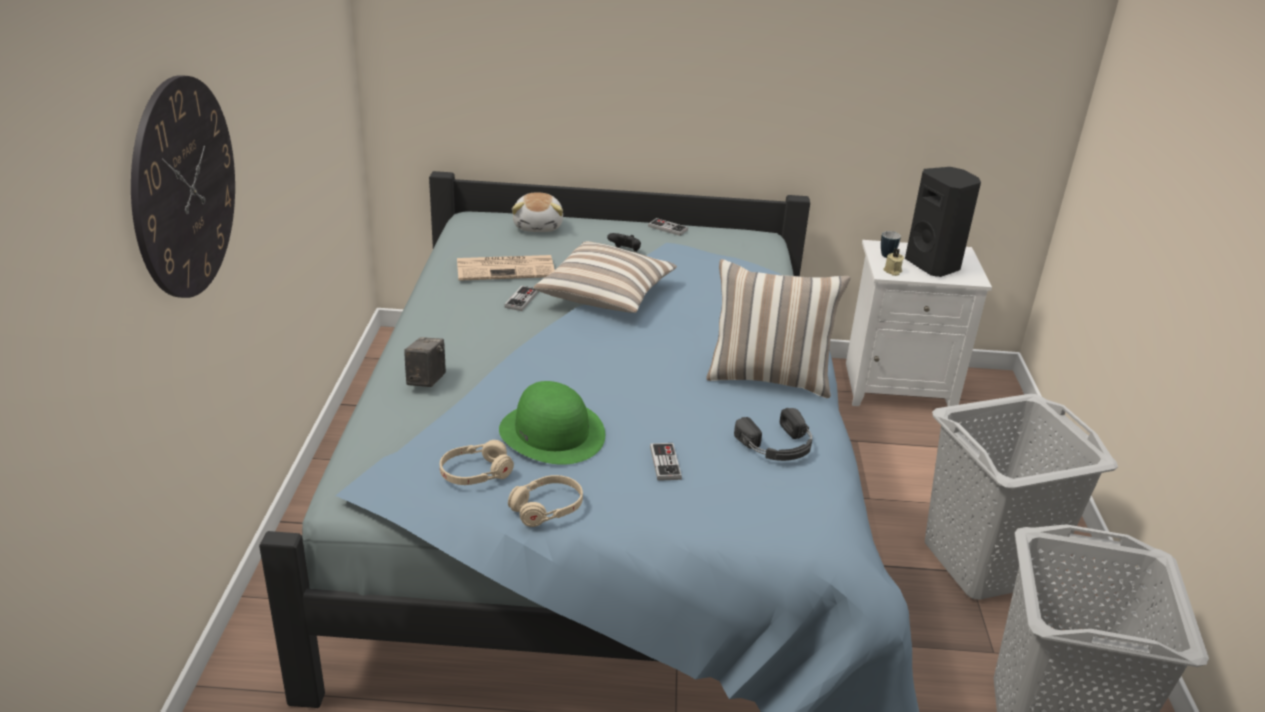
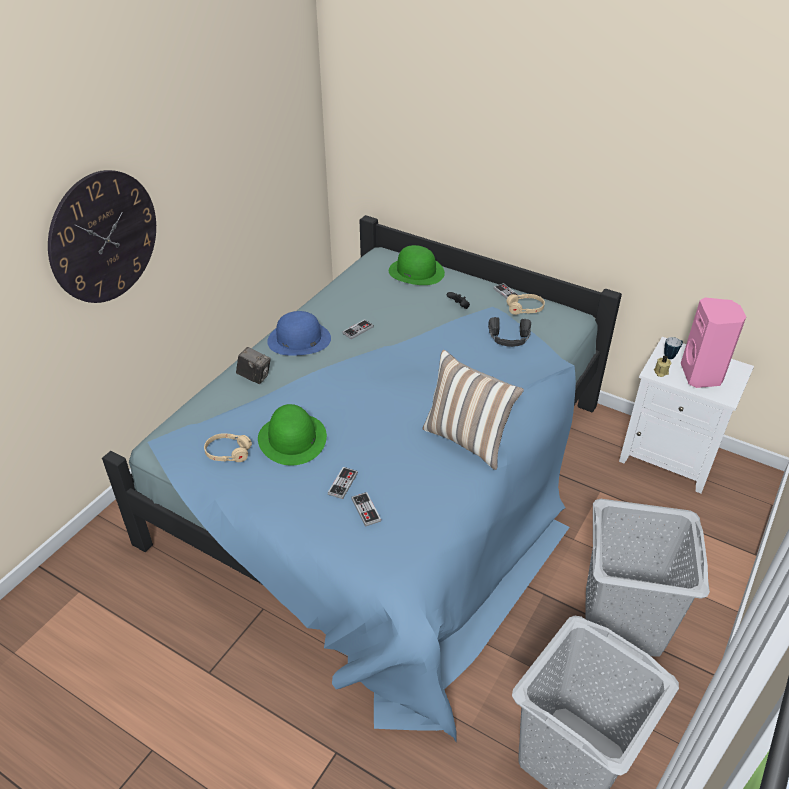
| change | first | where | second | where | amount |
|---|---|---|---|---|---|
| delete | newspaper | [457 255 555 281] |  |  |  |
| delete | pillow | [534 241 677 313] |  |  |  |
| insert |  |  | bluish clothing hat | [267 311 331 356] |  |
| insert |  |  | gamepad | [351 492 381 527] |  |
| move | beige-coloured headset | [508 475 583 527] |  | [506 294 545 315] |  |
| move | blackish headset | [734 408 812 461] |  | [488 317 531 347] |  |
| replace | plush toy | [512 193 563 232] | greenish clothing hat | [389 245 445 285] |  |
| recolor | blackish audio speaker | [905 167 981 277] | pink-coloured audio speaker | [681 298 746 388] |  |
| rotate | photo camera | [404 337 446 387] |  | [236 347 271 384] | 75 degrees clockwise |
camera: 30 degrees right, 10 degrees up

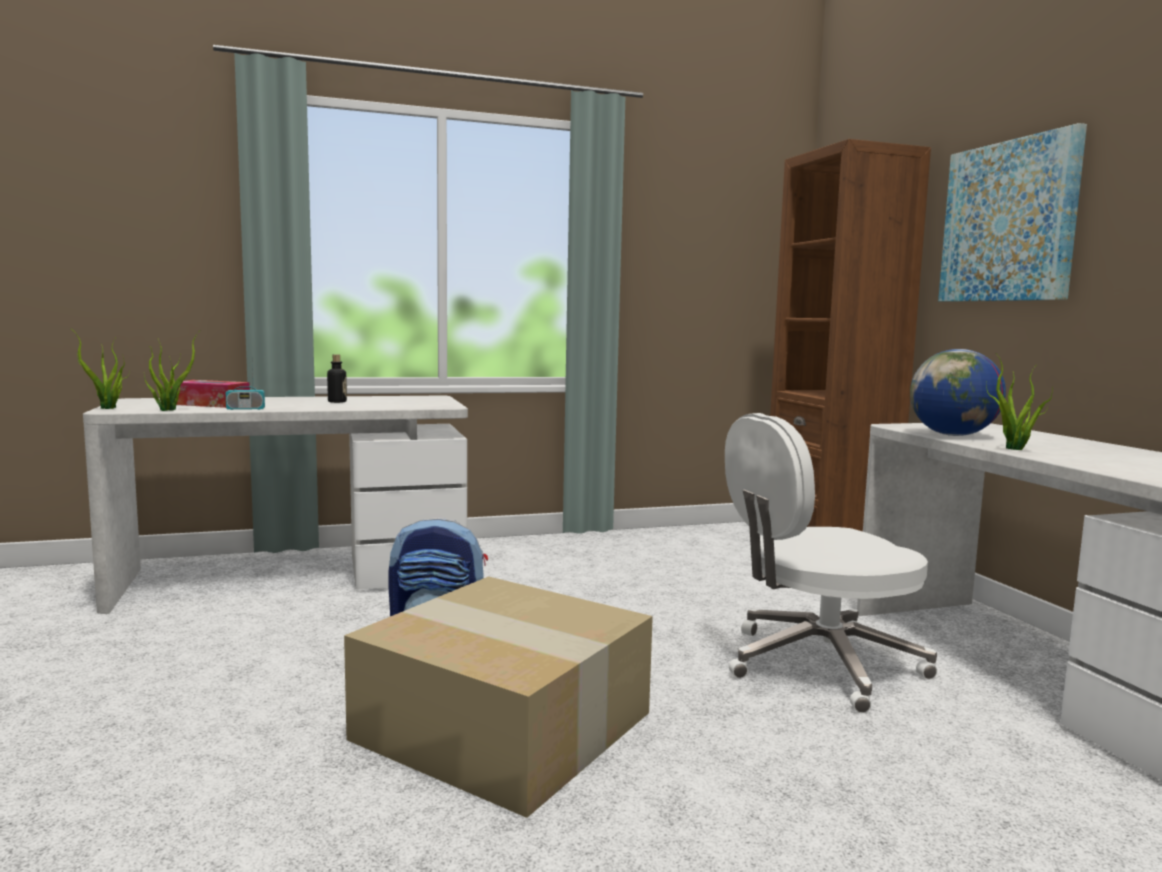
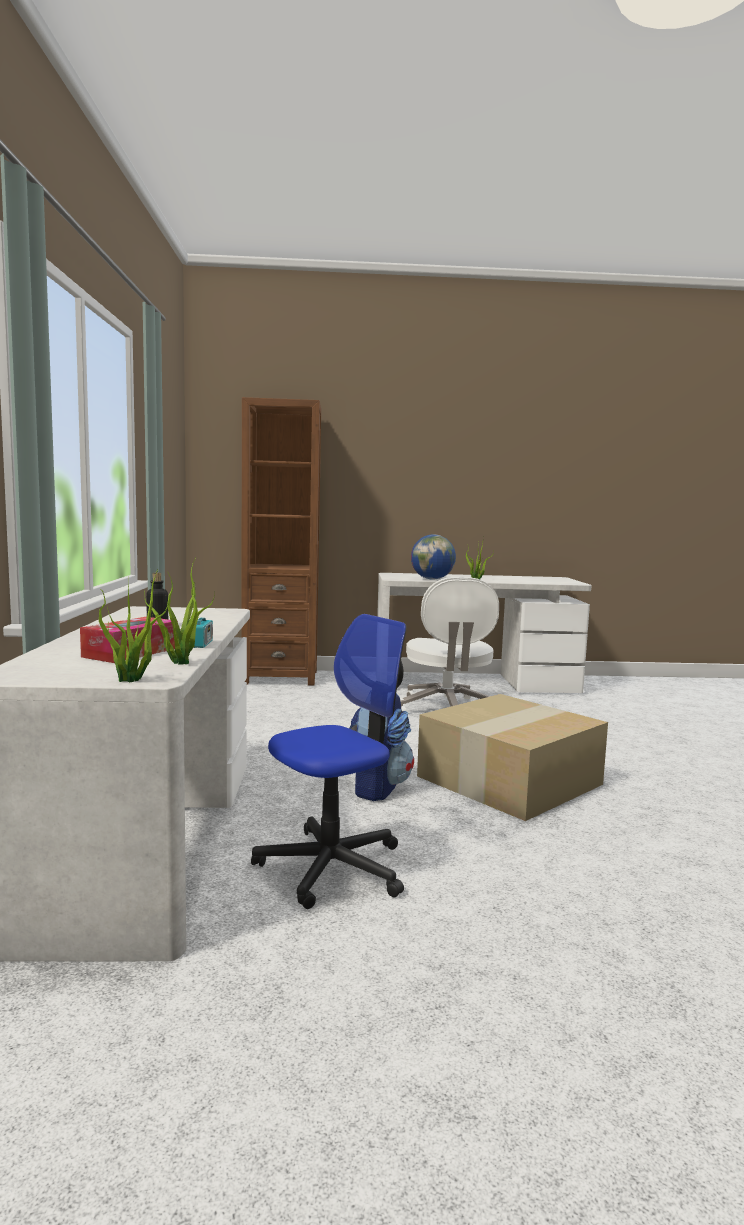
| change | first | where | second | where | amount |
|---|---|---|---|---|---|
| delete | wall art | [938 123 1087 302] |  |  |  |
| insert |  |  | computer chair | [251 614 406 909] |  |
camera: 75 degrees left, 0 degrees up

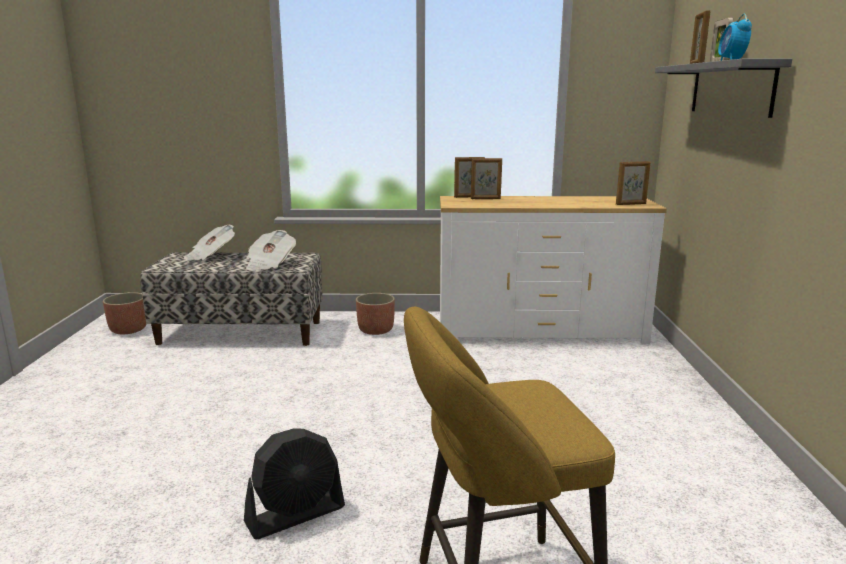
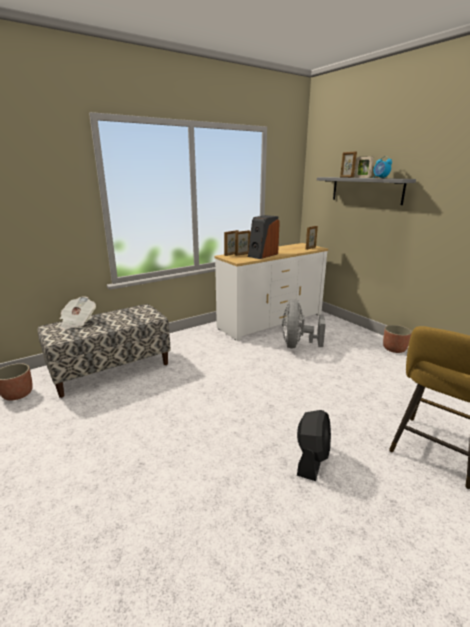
| change | first | where | second | where | amount |
|---|---|---|---|---|---|
| delete | newspaper | [246 230 296 271] |  |  |  |
| insert |  |  | audio speaker | [248 215 280 259] |  |
| insert |  |  | gray fan | [282 299 326 348] |  |
| move | flower pot | [356 293 395 335] |  | [383 325 412 353] |  |
camera: 35 degrees left, 5 degrees up

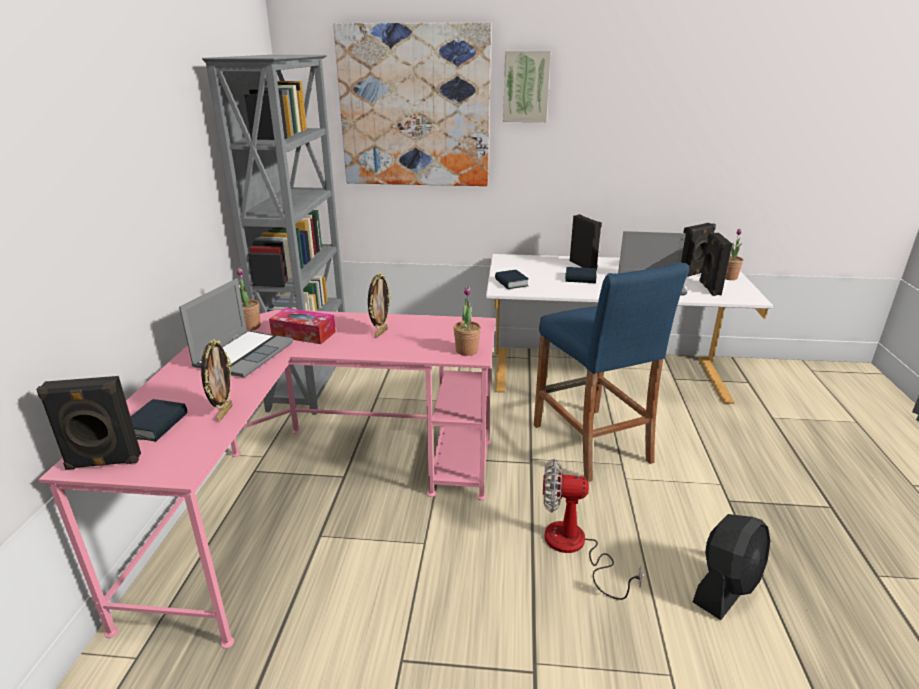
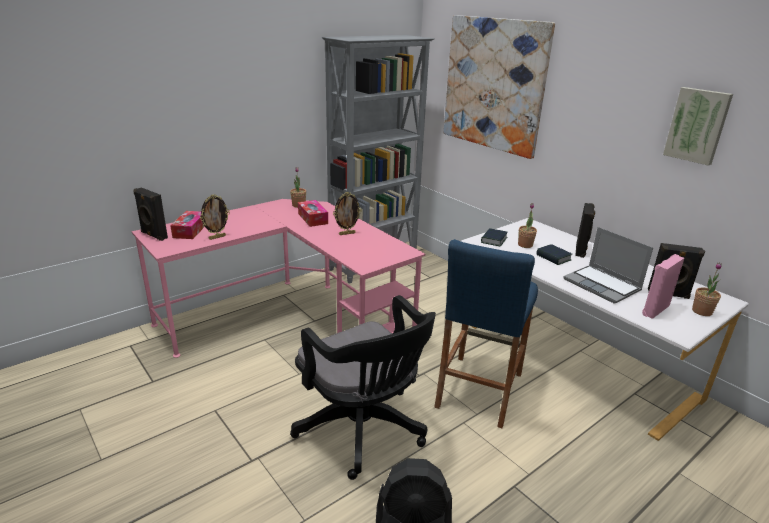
| change | first | where | second | where | amount |
|---|---|---|---|---|---|
| delete | notebook computer | [179 278 293 378] |  |  |  |
| move | potted plant | [454 287 481 356] |  | [518 203 537 248] |  |
| move | wall art | [503 51 551 122] |  | [663 87 733 166] |  |
| replace | volume | [131 399 187 442] | tissue box | [170 211 205 239] |  |
| replace | fan | [543 459 643 600] | blackish computer chair | [290 295 436 480] |  |
| recolor | blackish audio speaker | [699 232 732 296] | pink-coloured audio speaker | [642 254 684 319] |  |
camera: 45 degrees right, 0 degrees up

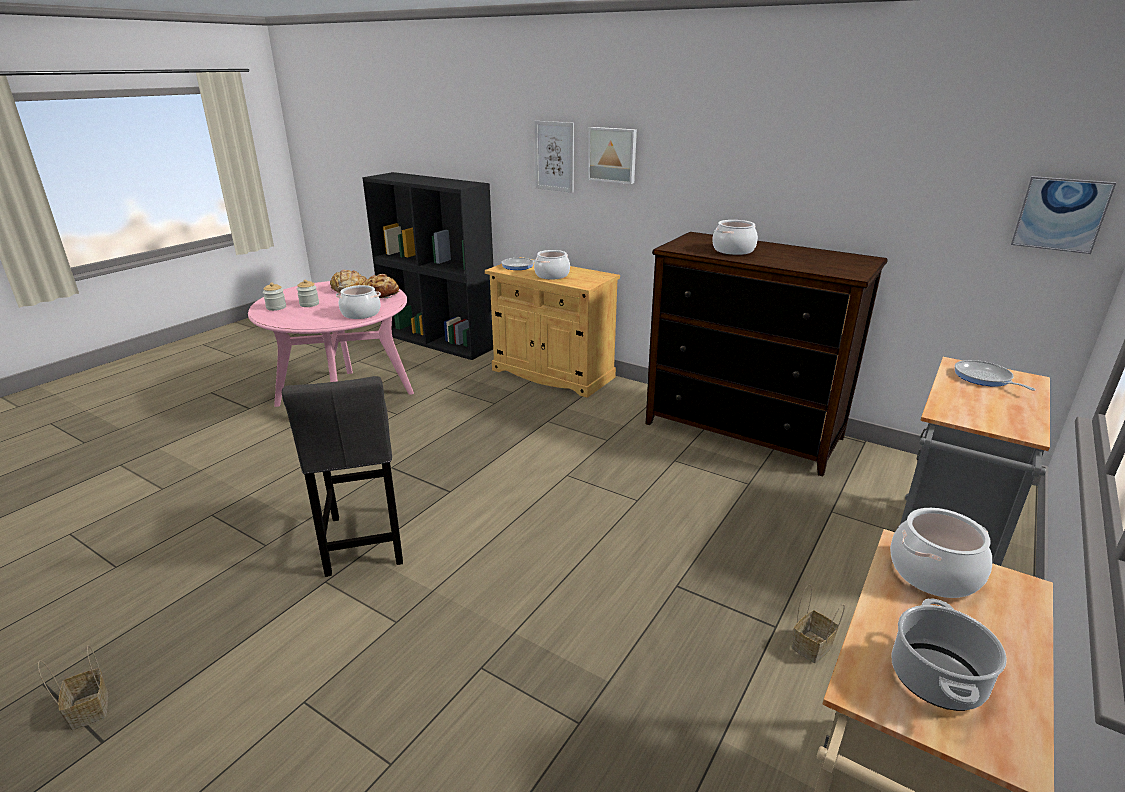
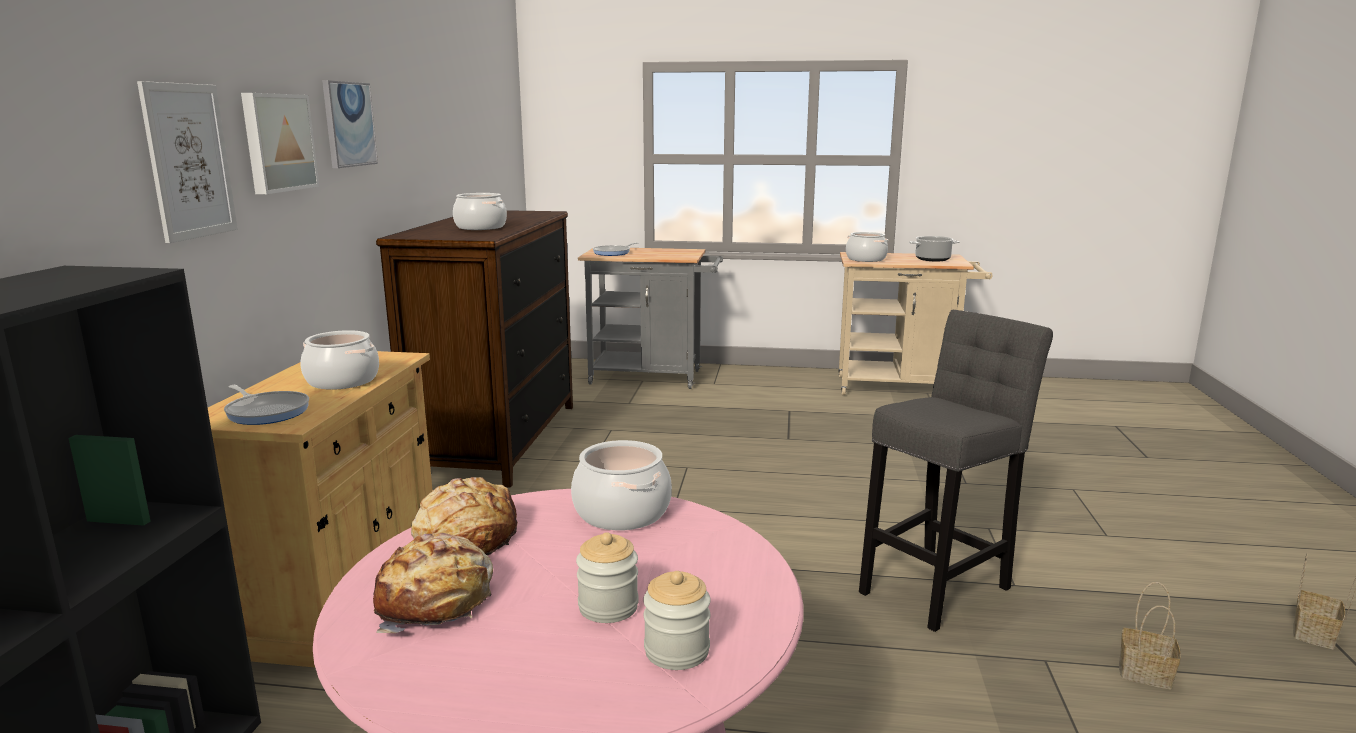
| change | first | where | second | where | amount |
|---|---|---|---|---|---|
| move | storage basket | [791 584 845 663] |  | [1119 582 1180 690] |  |
| move | wall art | [1011 176 1116 254] |  | [322 80 378 168] |  |
camera: 115 degrees left, 10 degrees down

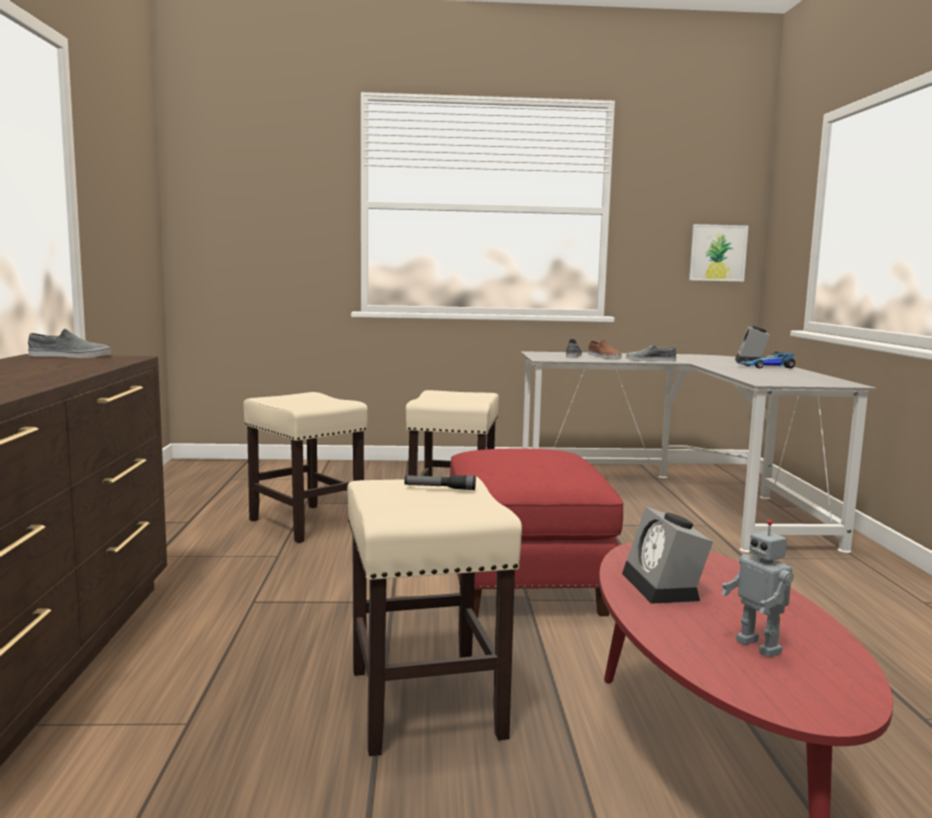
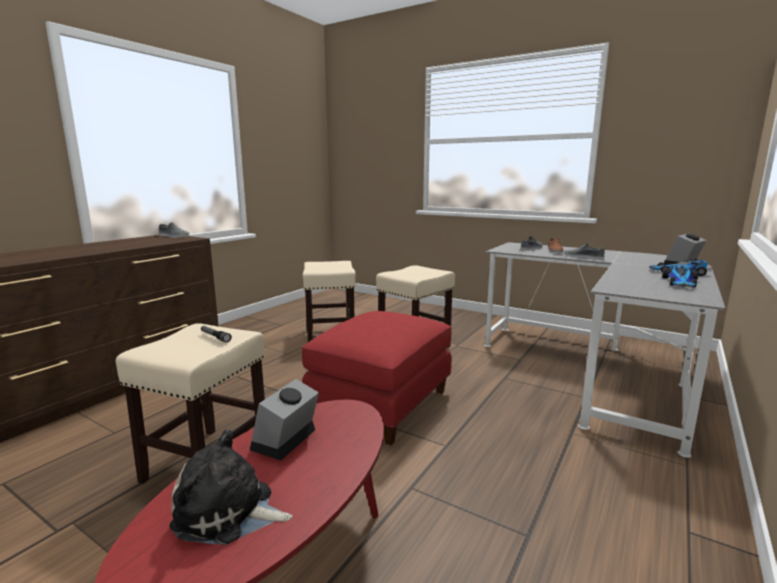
| change | first | where | second | where | amount |
|---|---|---|---|---|---|
| delete | wall art | [689 224 748 282] |  |  |  |
| insert |  |  | toy car | [662 265 698 288] |  |
| replace | toy robot | [721 520 794 657] | plush toy | [169 429 292 545] |  |
camera: 35 degrees right, 5 degrees up

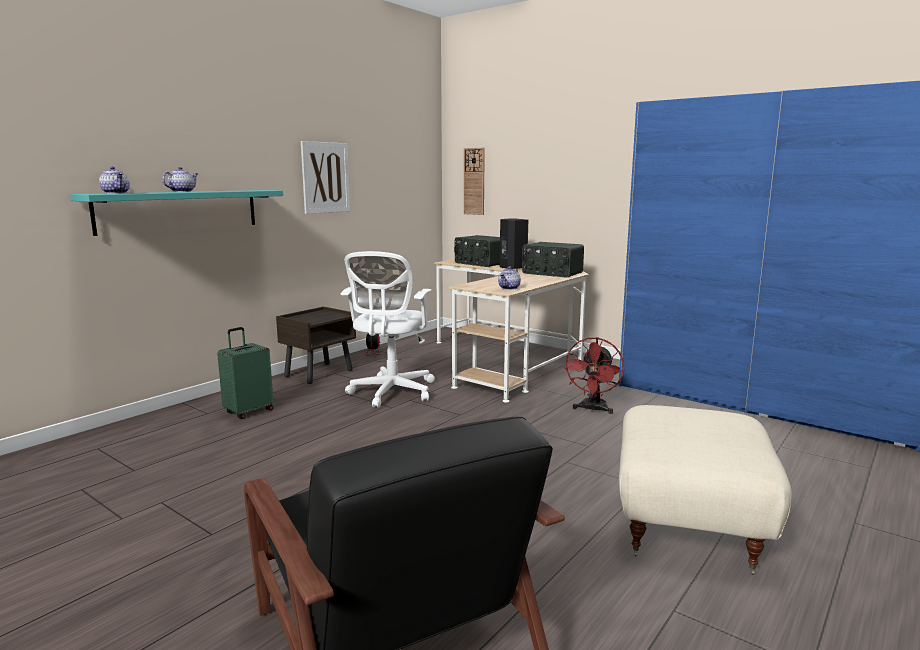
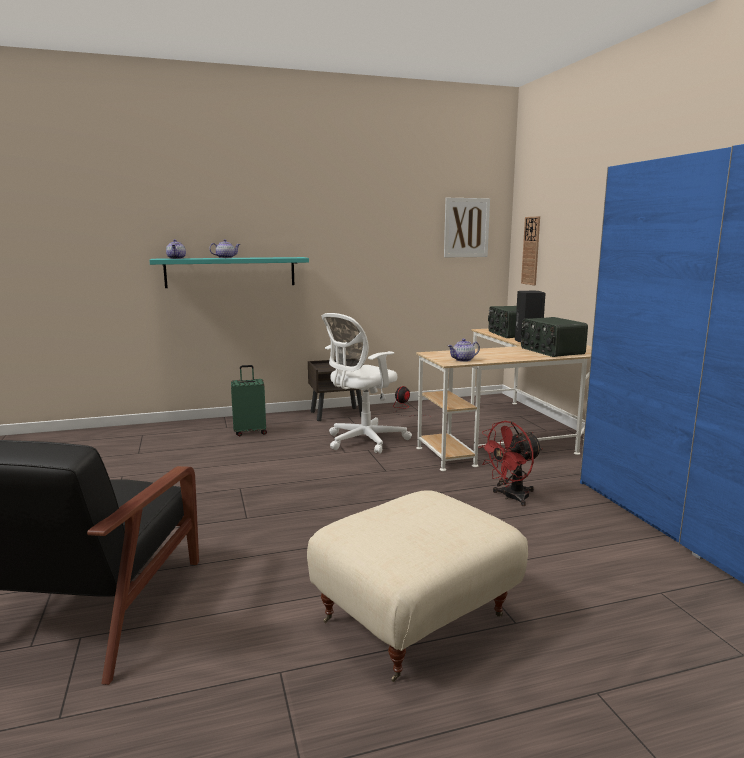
| change | first | where | second | where | amount |
|---|---|---|---|---|---|
| move | wall art | [301 141 350 214] |  | [444 198 490 257] |  |
camera: 35 degrees right, 0 degrees up

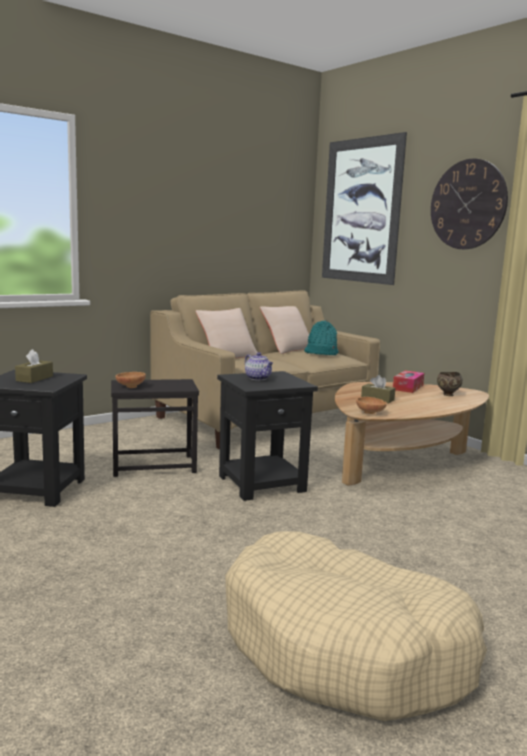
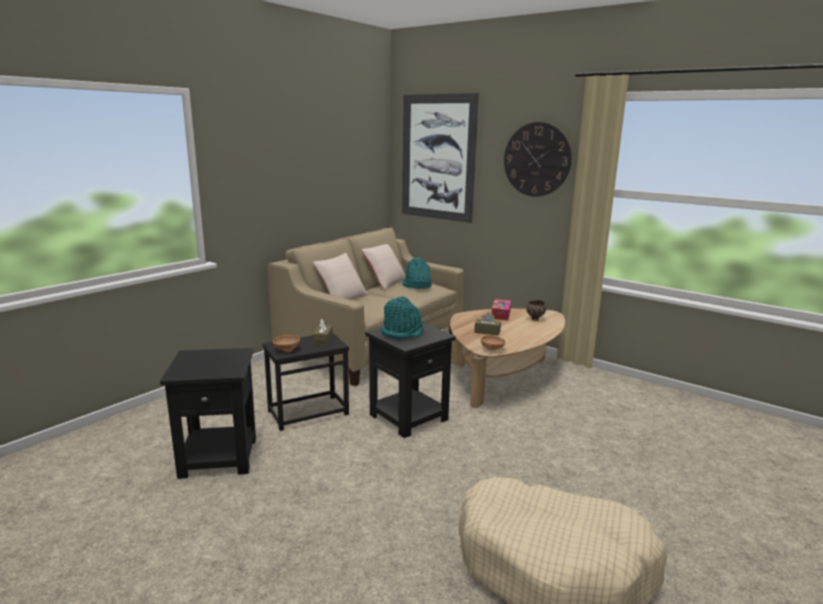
| change | first | where | second | where | amount |
|---|---|---|---|---|---|
| move | brown tissue box | [15 349 53 383] |  | [313 318 333 346] |  |
| replace | tea pot | [245 352 273 380] | blue-green clothing hat | [381 296 423 339] |  |
camera: 15 degrees left, 5 degrees up

